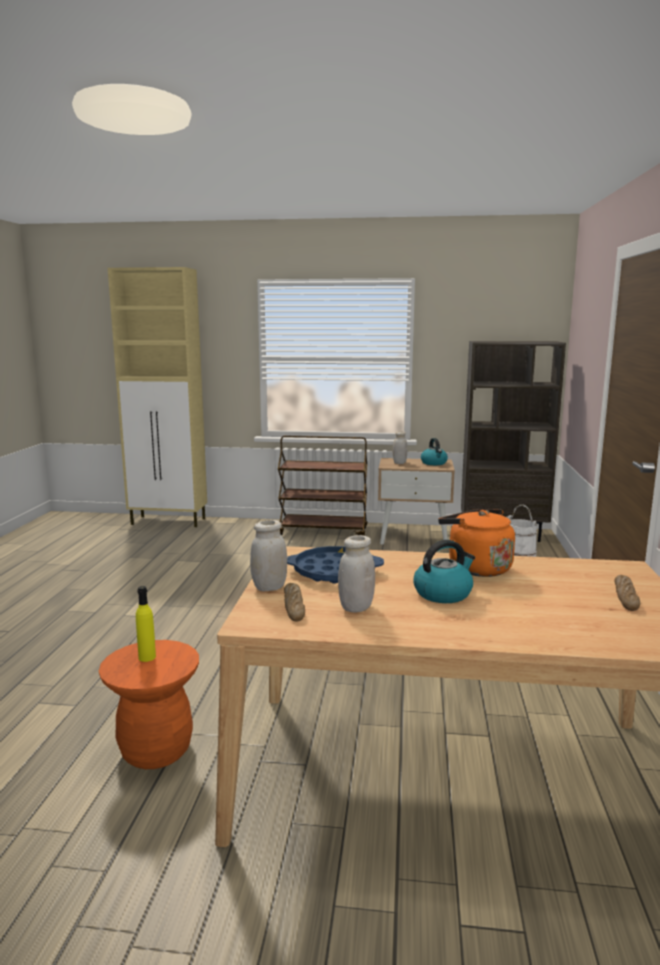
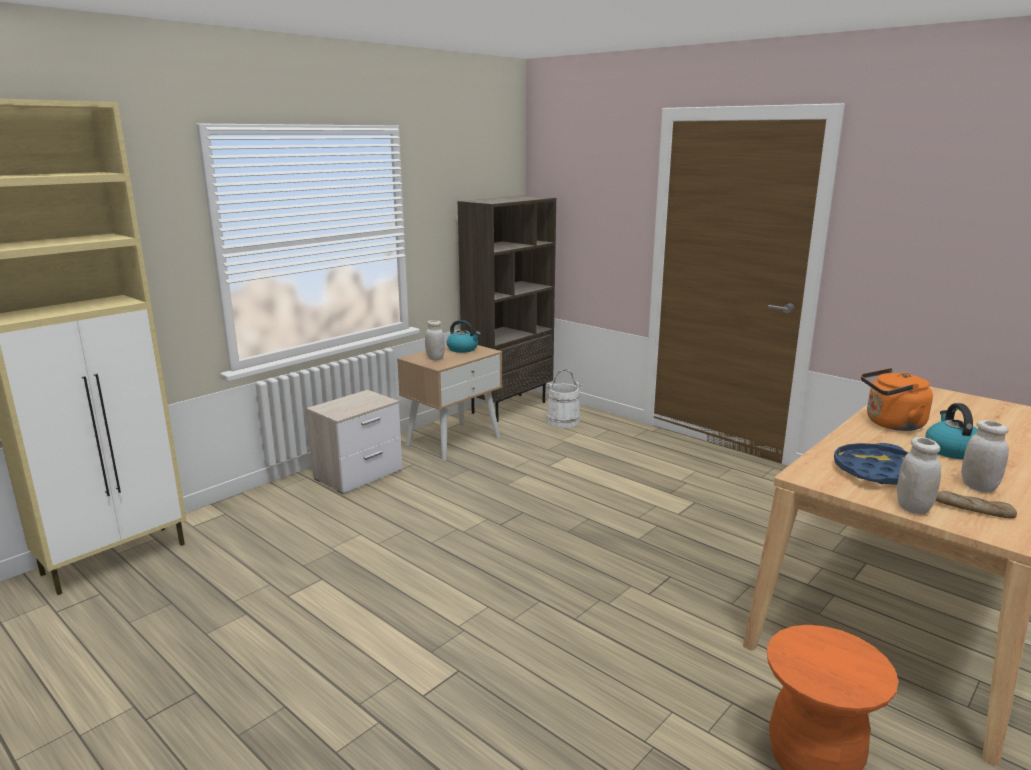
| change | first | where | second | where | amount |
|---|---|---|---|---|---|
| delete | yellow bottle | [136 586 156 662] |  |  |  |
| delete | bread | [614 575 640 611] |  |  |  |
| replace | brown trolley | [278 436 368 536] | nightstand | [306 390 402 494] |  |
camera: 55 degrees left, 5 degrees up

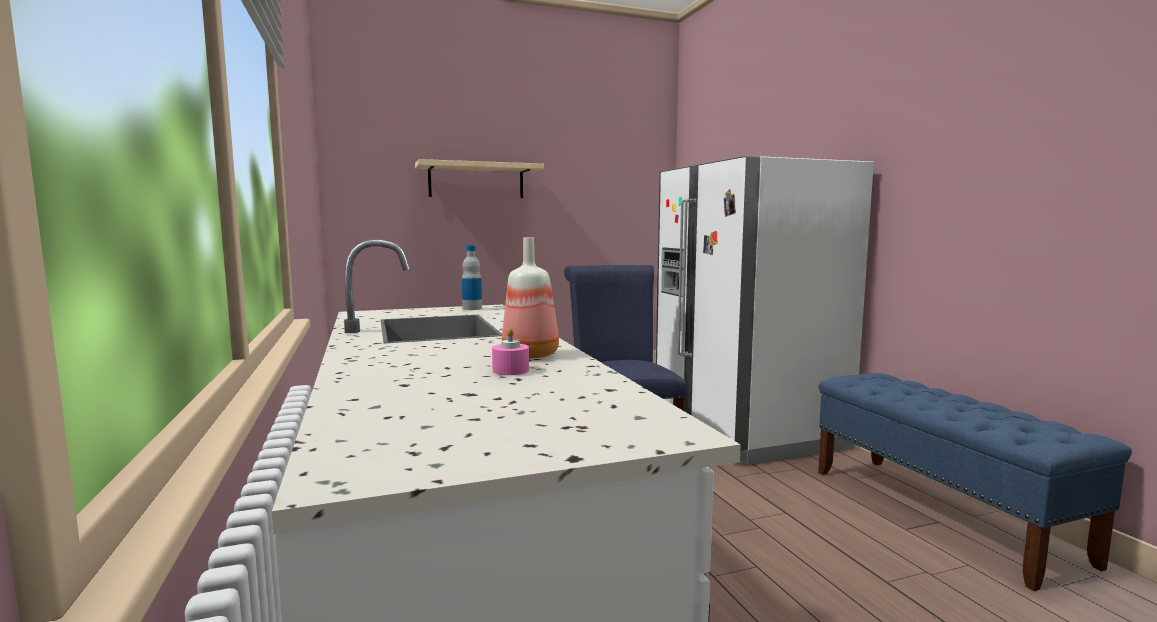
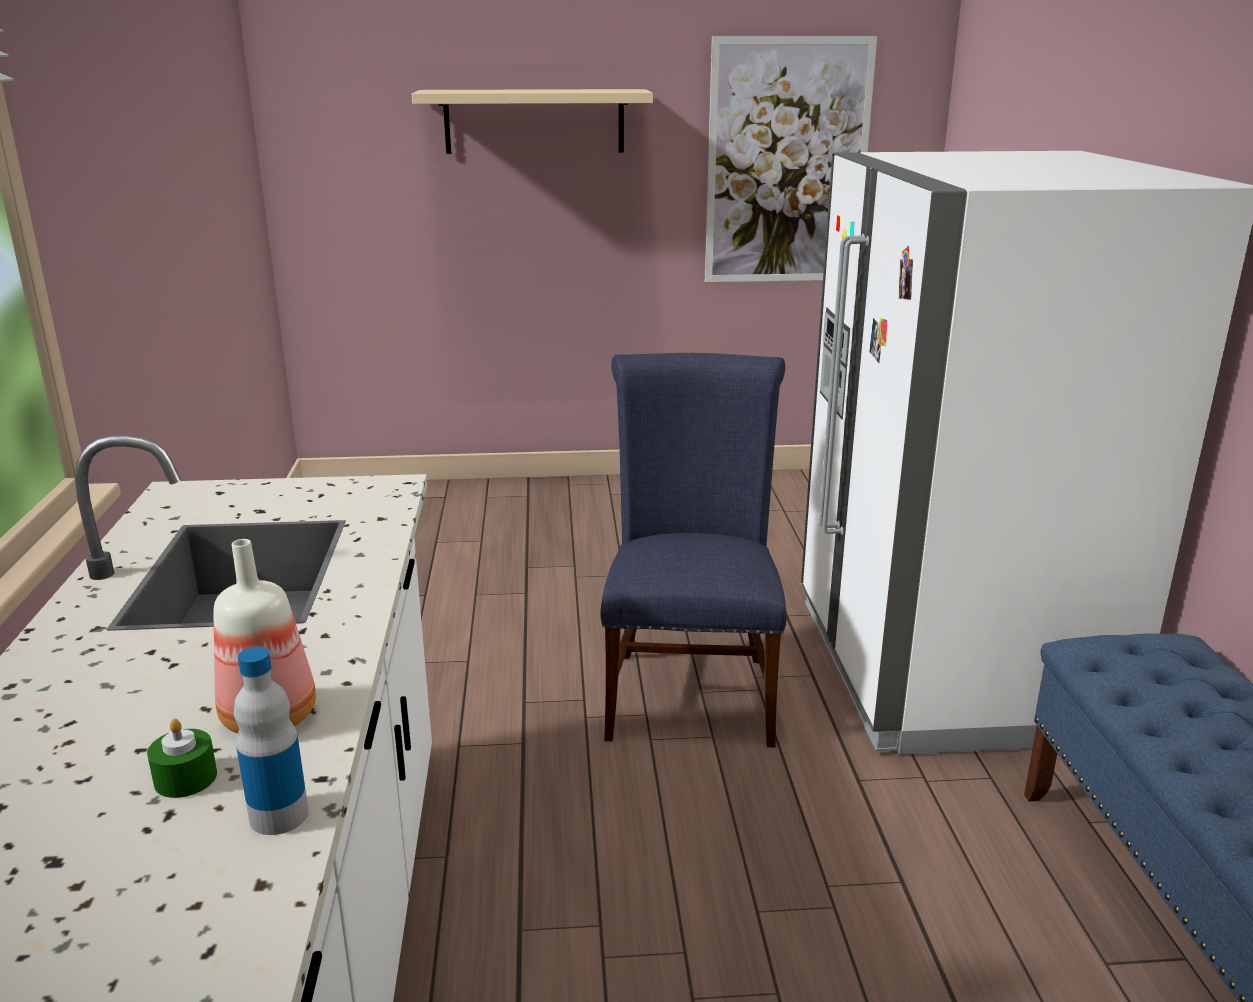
| change | first | where | second | where | amount |
|---|---|---|---|---|---|
| insert |  |  | wall art | [705 36 877 282] |  |
| move | bottle | [462 245 482 310] |  | [234 647 308 835] |  |
| recolor | pink-coloured candle | [492 327 529 375] | greenish candle | [147 719 217 798] |  |
camera: 15 degrees right, 15 degrees up

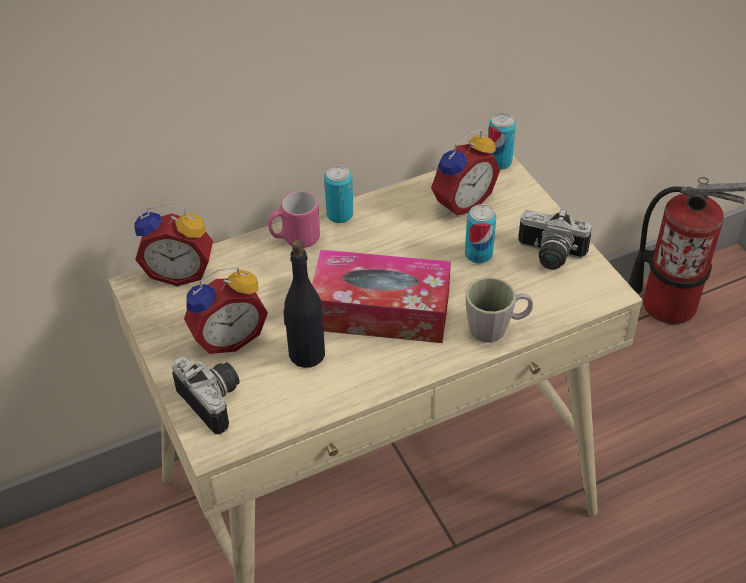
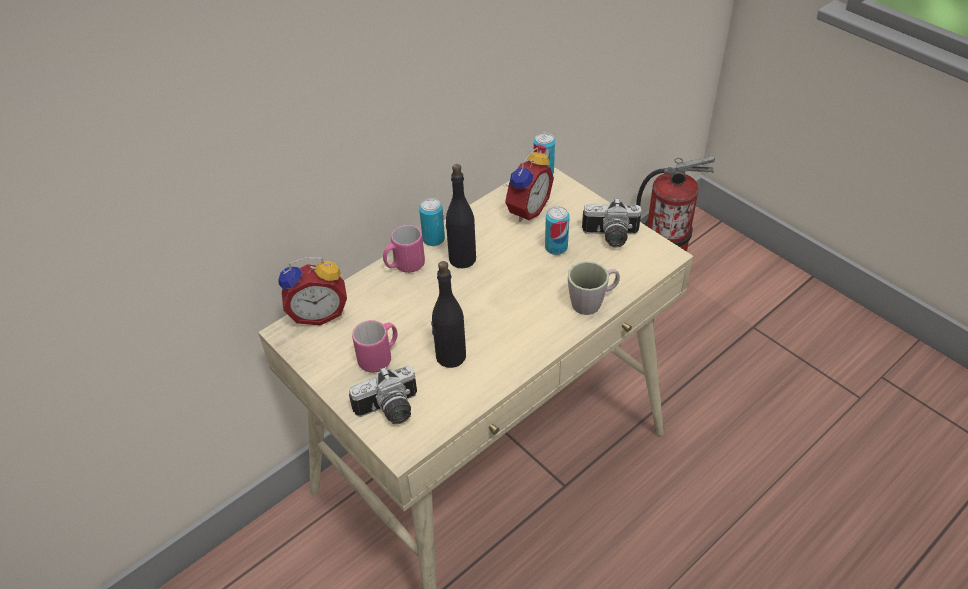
| change | first | where | second | where | amount |
|---|---|---|---|---|---|
| delete | tissue box | [312 250 451 343] |  |  |  |
| insert |  |  | blackish bottle | [446 164 476 268] |  |
| replace | alarm clock | [184 267 268 354] | pink-coloured mug | [352 320 398 373] |  |
| rotate | photo camera | [171 357 240 434] |  | [349 365 417 424] | 120 degrees clockwise |
camera: 15 degrees left, 0 degrees up

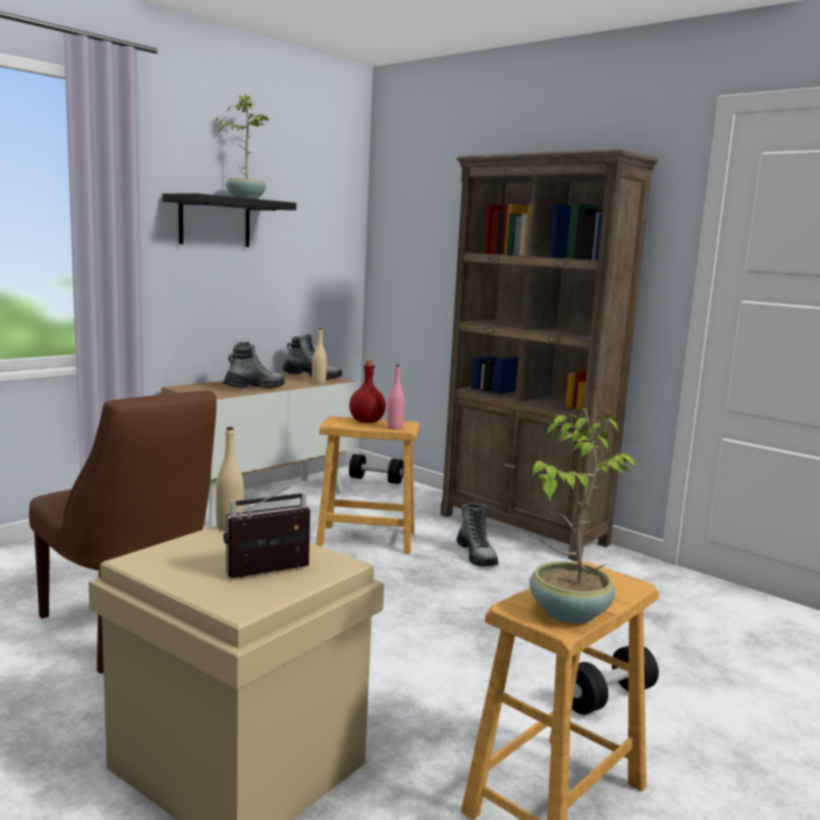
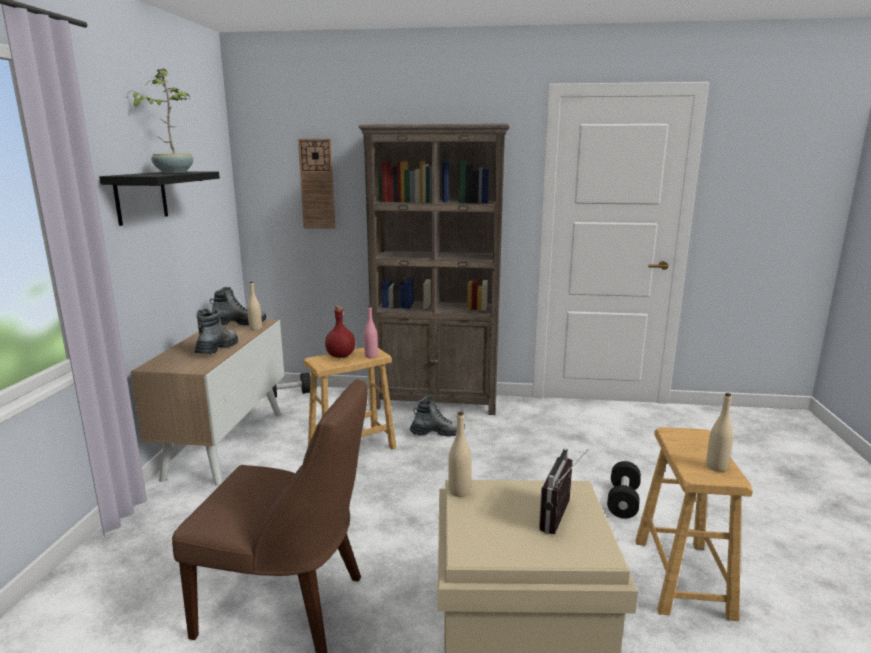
| change | first | where | second | where | amount |
|---|---|---|---|---|---|
| insert |  |  | clock on the wall | [298 138 335 229] |  |
| replace | potted plant | [529 409 639 624] | beige-coloured bottle | [706 393 733 472] |  |
| rotate | high-top boot | [457 503 498 566] |  | [410 396 465 437] | 45 degrees counterclockwise |
camera: 35 degrees left, 5 degrees up

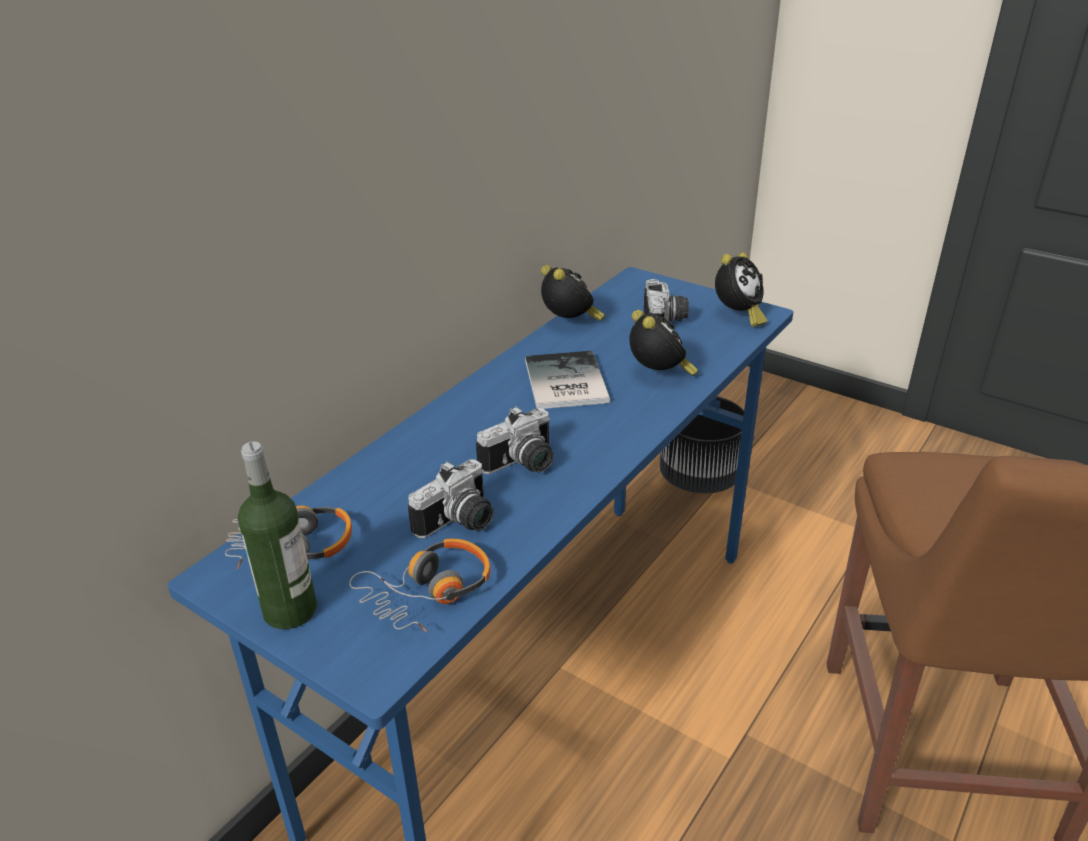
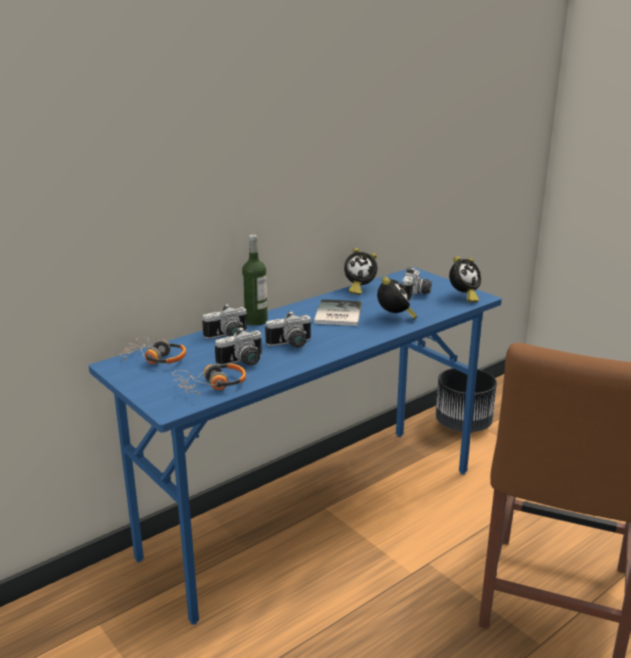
| change | first | where | second | where | amount |
|---|---|---|---|---|---|
| insert |  |  | photo camera | [202 304 247 339] |  |
| move | bottle | [238 442 317 629] |  | [242 235 268 326] |  |
| rotate | alarm clock | [541 265 605 321] |  | [344 248 377 295] | 105 degrees clockwise |
camera: 15 degrees right, 10 degrees down

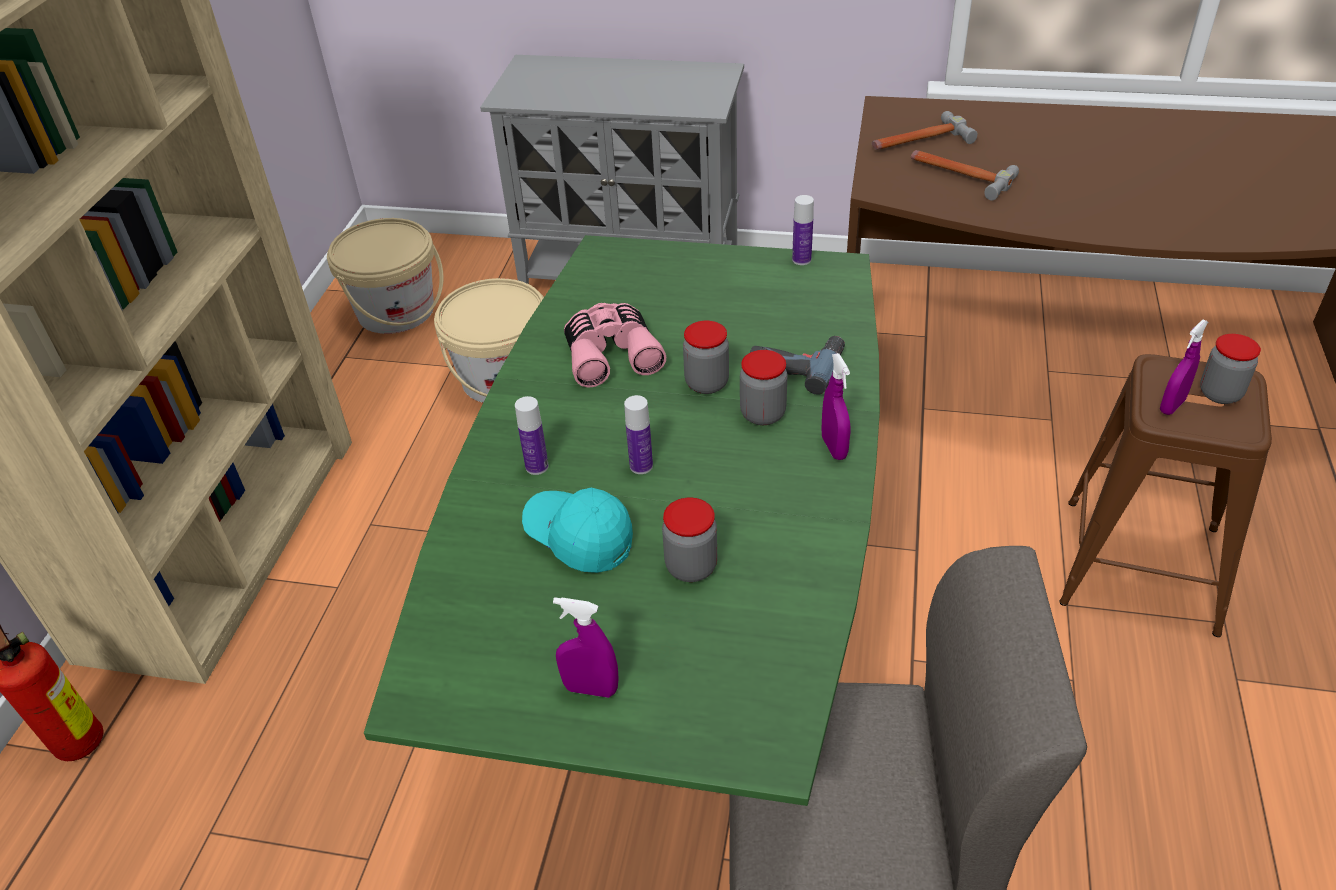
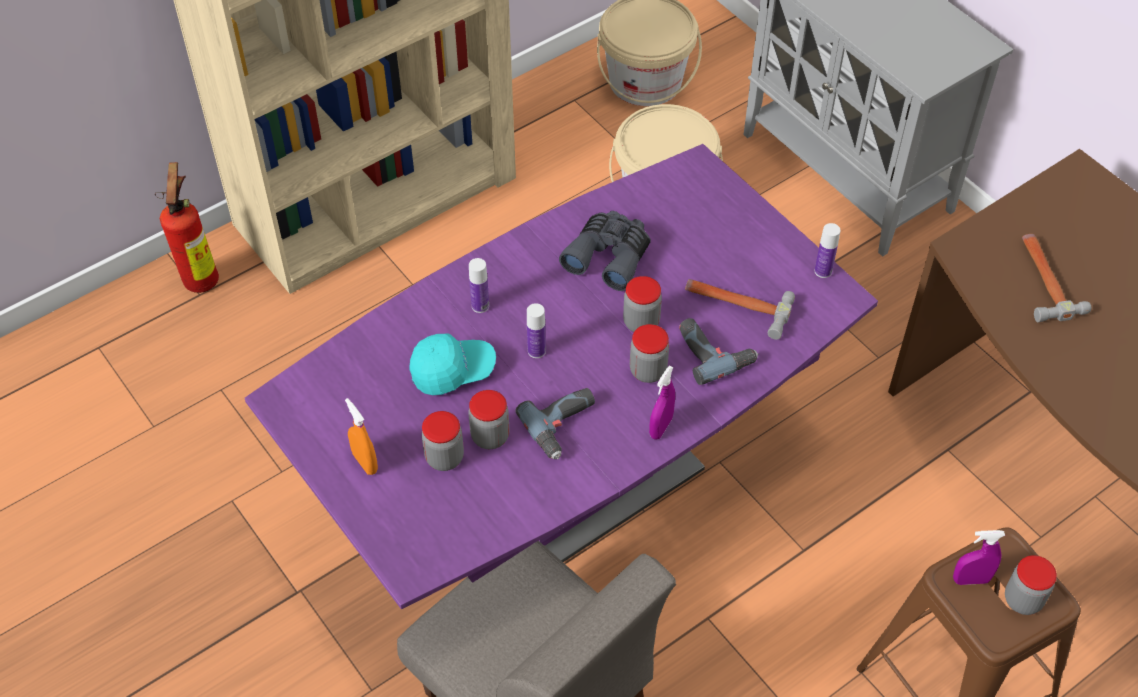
| change | first | where | second | where | amount |
|---|---|---|---|---|---|
| insert |  |  | storage jar | [422 411 464 471] |  |
| insert |  |  | power drill | [515 388 595 459] |  |
| move | hand hammer | [872 111 978 150] |  | [685 279 795 340] |  |
| recolor | greenish kitchen table | [364 235 880 806] | purple-coloured kitchen table | [245 144 878 609] |  |
| recolor | purple-coloured hand sprayer | [553 597 619 698] | orange hand sprayer | [345 398 378 475] |  |
| recolor | pink-coloured field glasses | [564 303 666 388] | gray field glasses | [559 211 651 291] |  |
| rotate | blue-green cap | [522 487 633 573] |  | [409 334 496 395] | 90 degrees clockwise |
camera: 40 degrees right, 10 degrees up

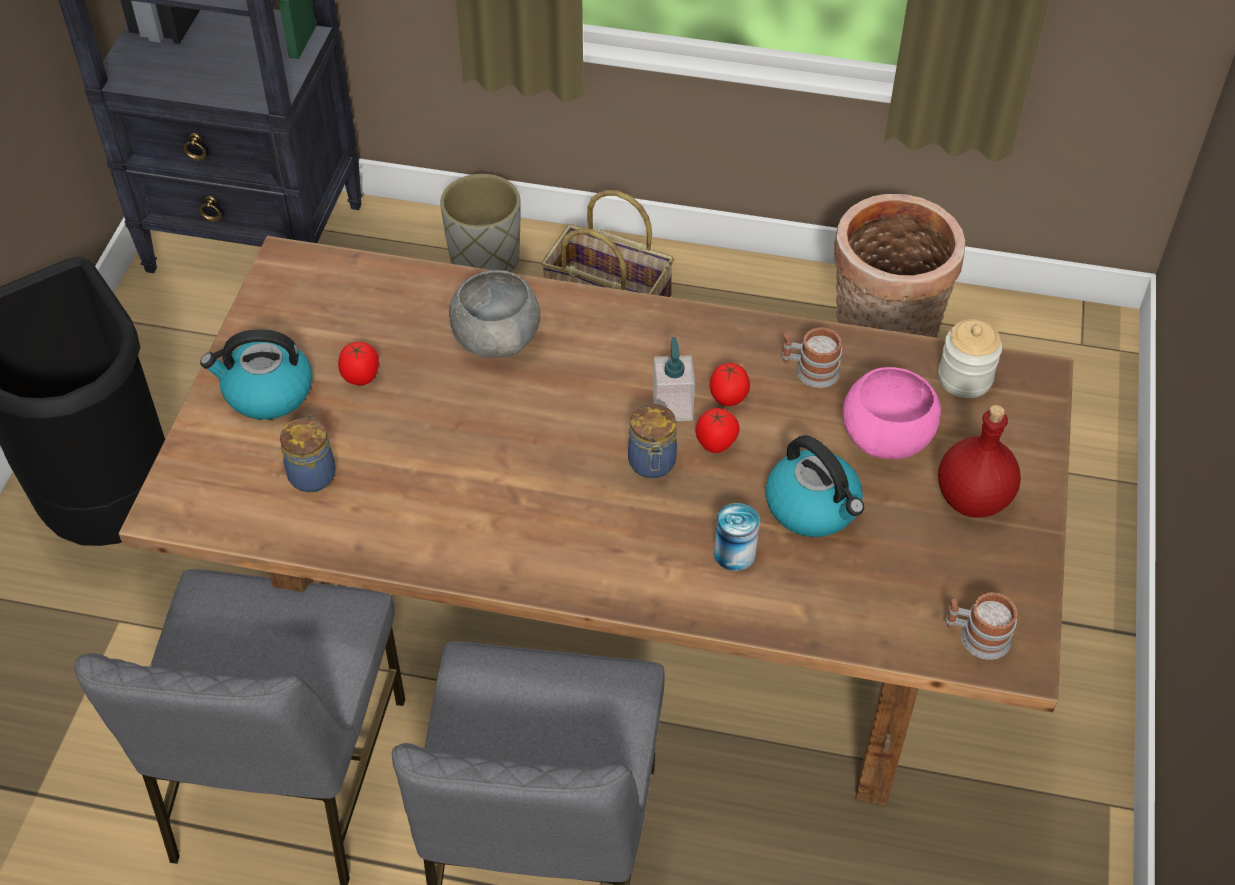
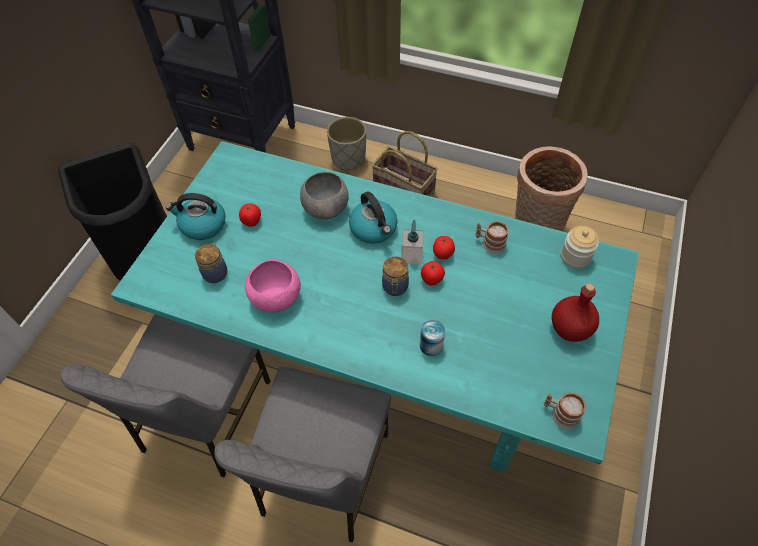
| change | first | where | second | where | amount |
|---|---|---|---|---|---|
| move | tea kettle | [765 435 864 537] |  | [349 192 398 244] |  |
| move | pink-coloured deep dish | [842 367 941 459] |  | [245 260 301 312] |  |
| recolor | brown kitchen table | [119 236 1073 806] | blue-green kitchen table | [111 141 639 472] |  |
camera: 10 degrees right, 5 degrees up

